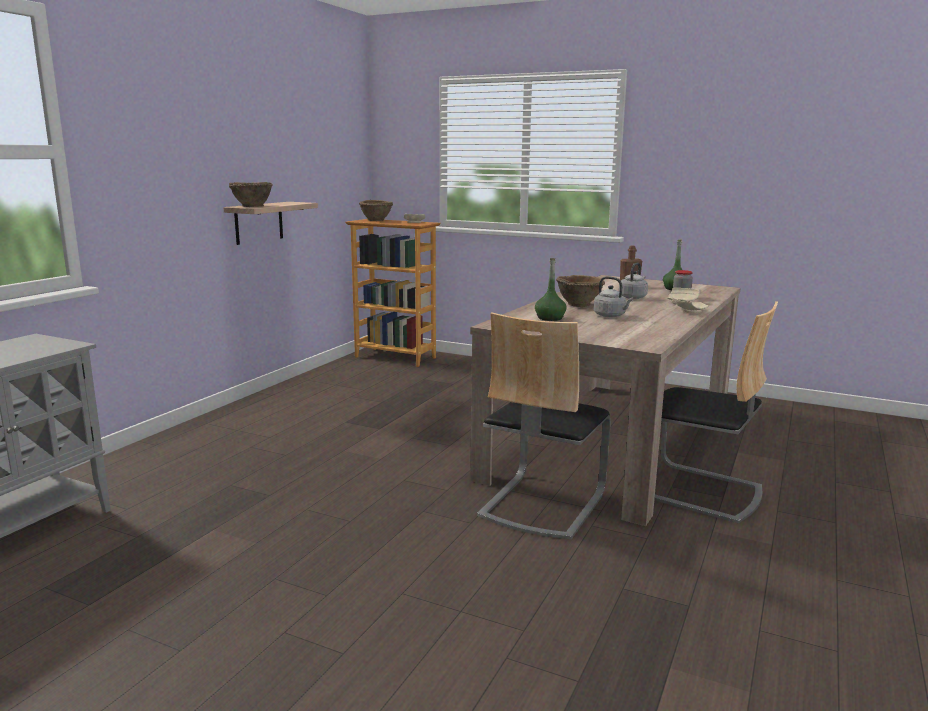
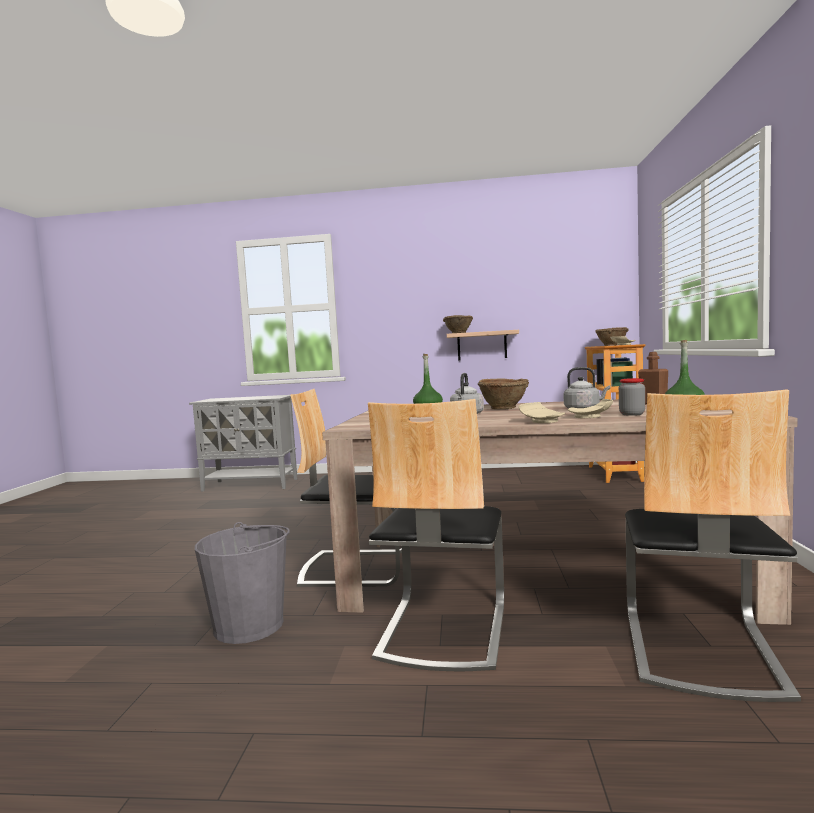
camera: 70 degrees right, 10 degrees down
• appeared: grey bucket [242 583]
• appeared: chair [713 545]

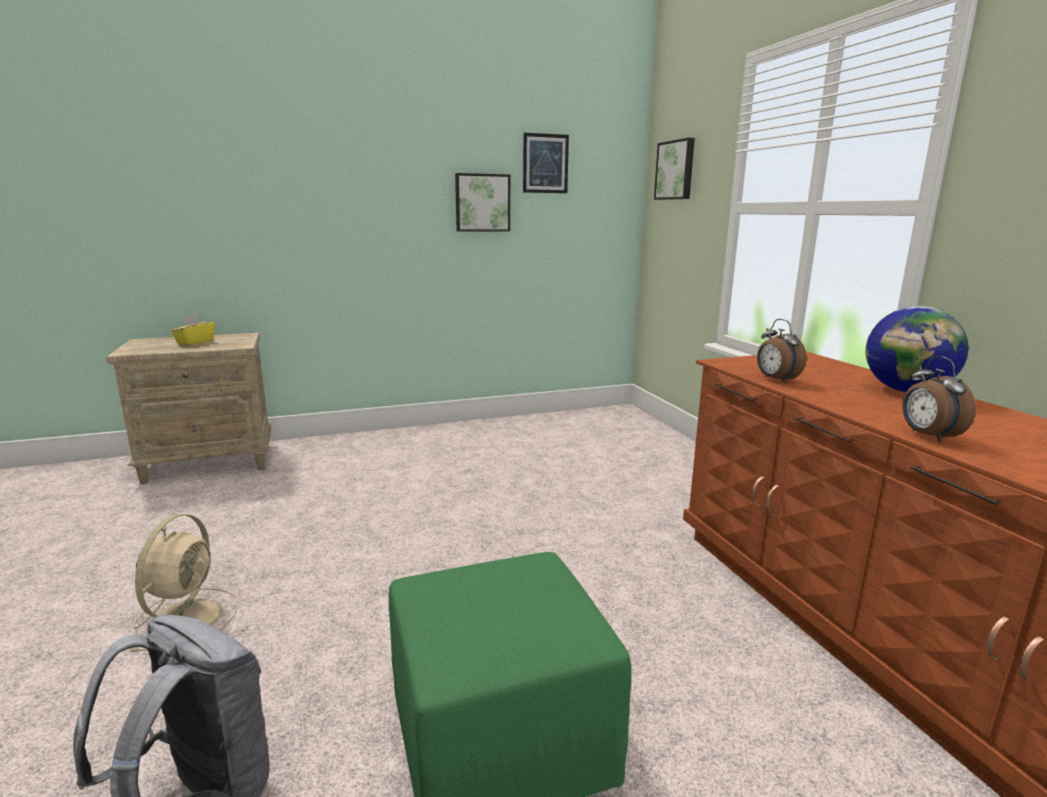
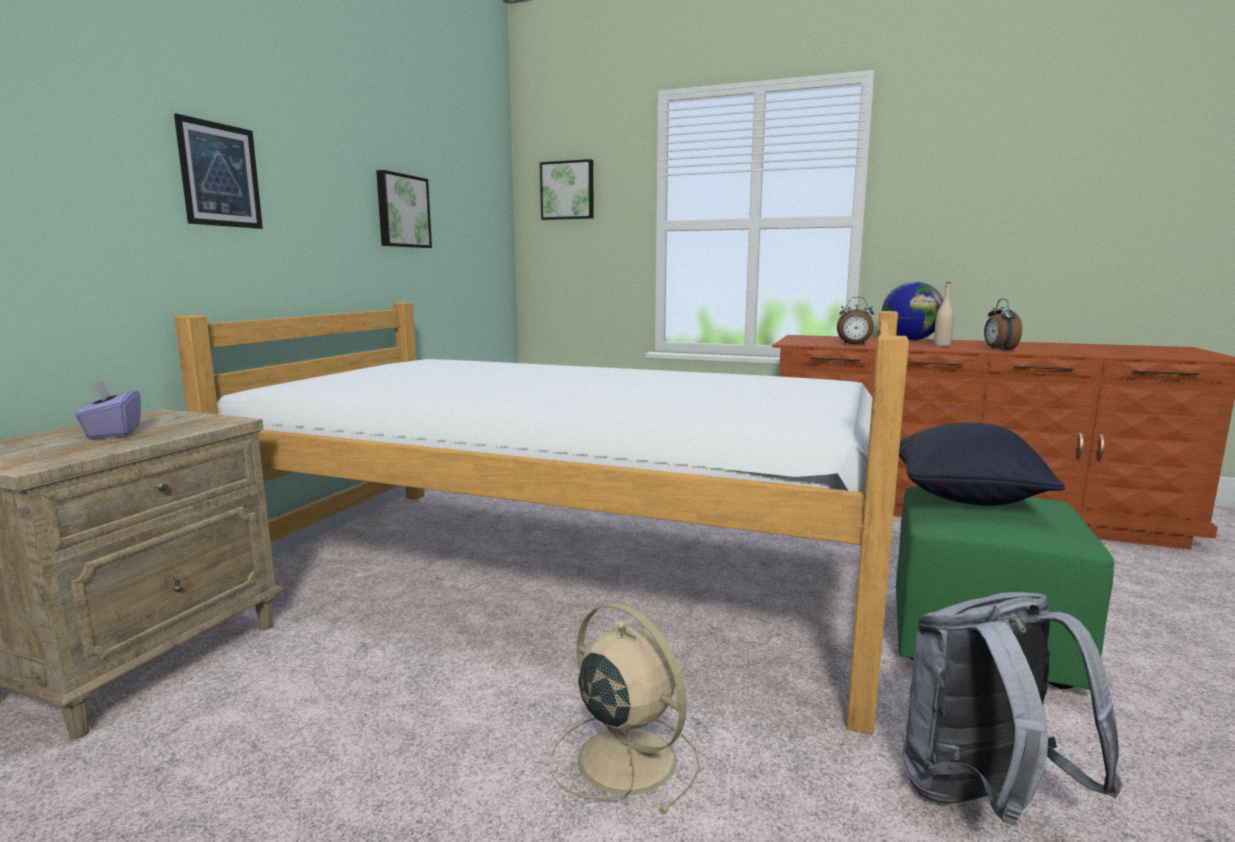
camera: 50 degrees left, 5 degrees down
• colour: yellow tissue box [193 330] to purple tissue box [108 409]
• relocated: picture [546 163] to [218 171]
• spun: alarm clock [939 399] = [1003 325] 60 degrees clockwise
• appeared: bed [542 518]
• appeared: black pillow [982 464]
• appeared: beige bottle [944 314]

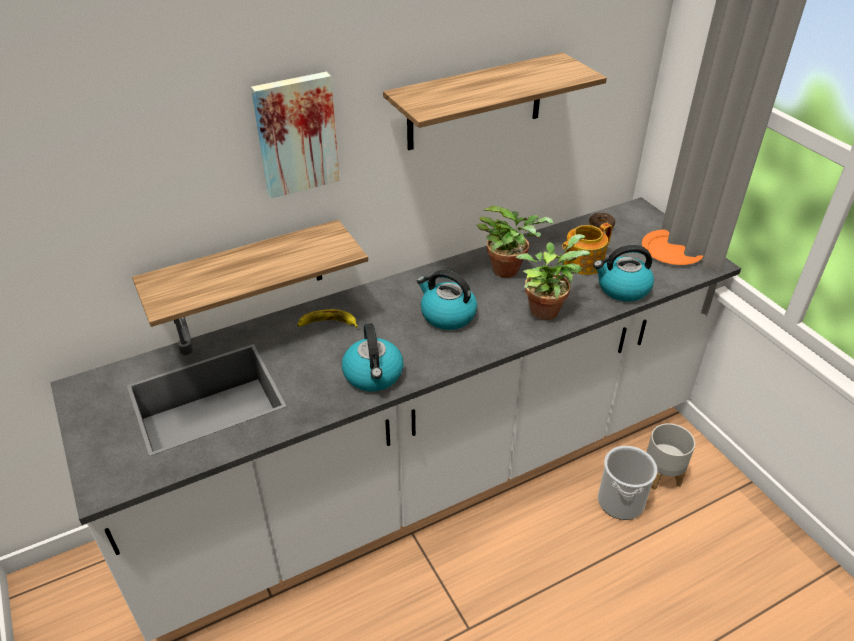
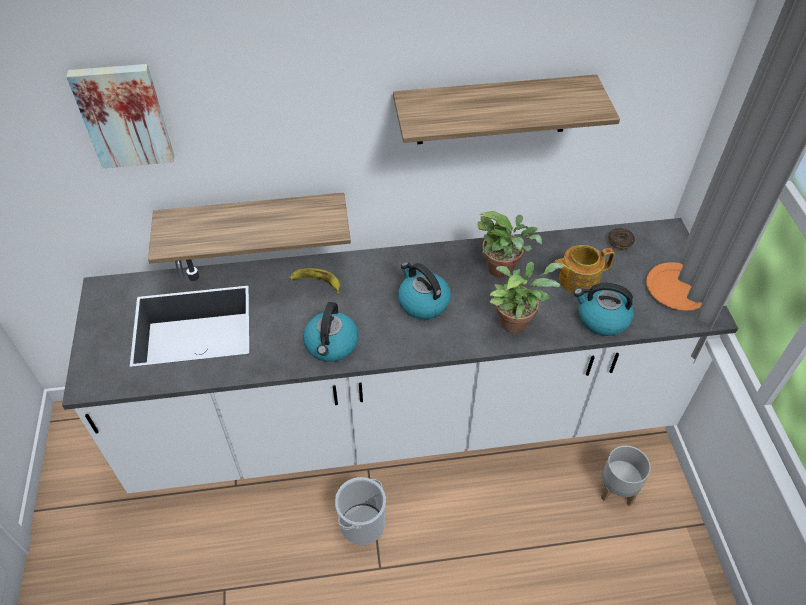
camera: 20 degrees right, 10 degrees up
• relocated: picture [295 135] to [120 116]
• relocated: bucket [627 483] to [360 511]

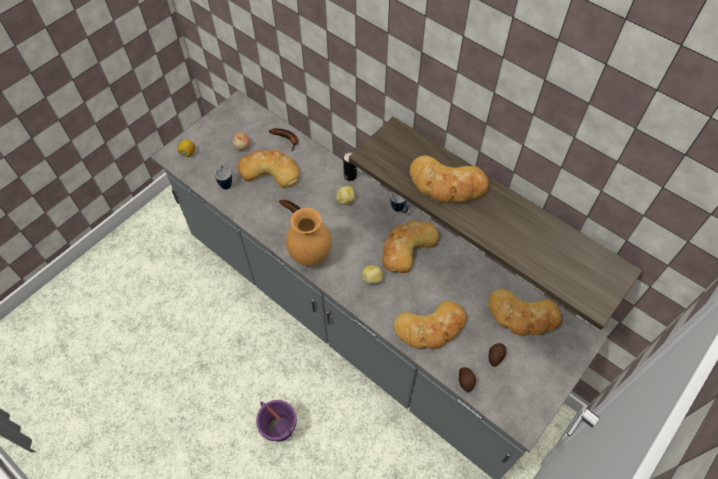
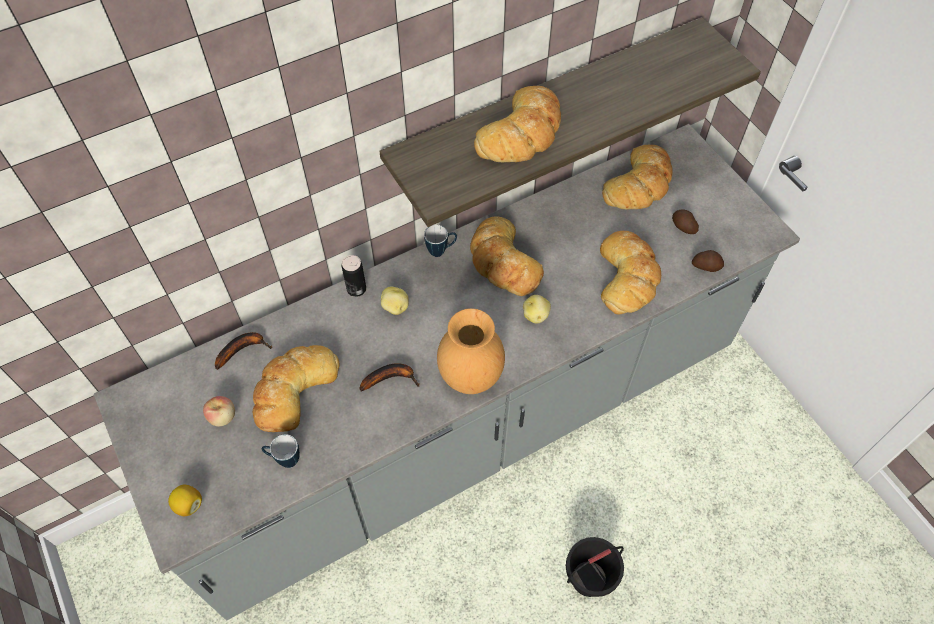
camera: 70 degrees left, 0 degrees up
• colour: purple bucket [276 421] to black bucket [595 567]

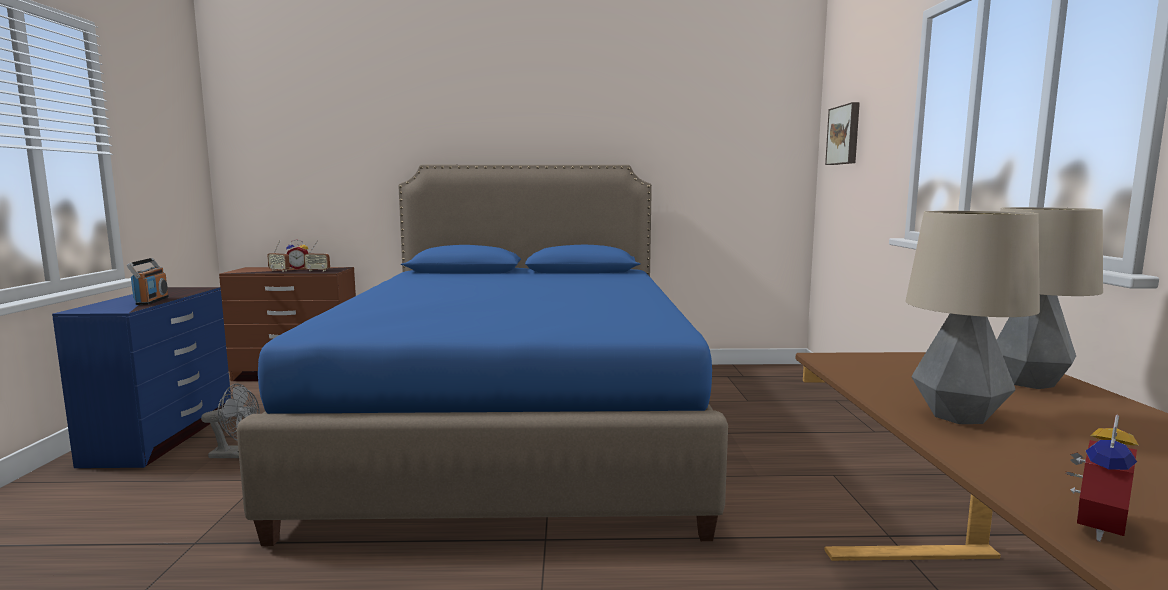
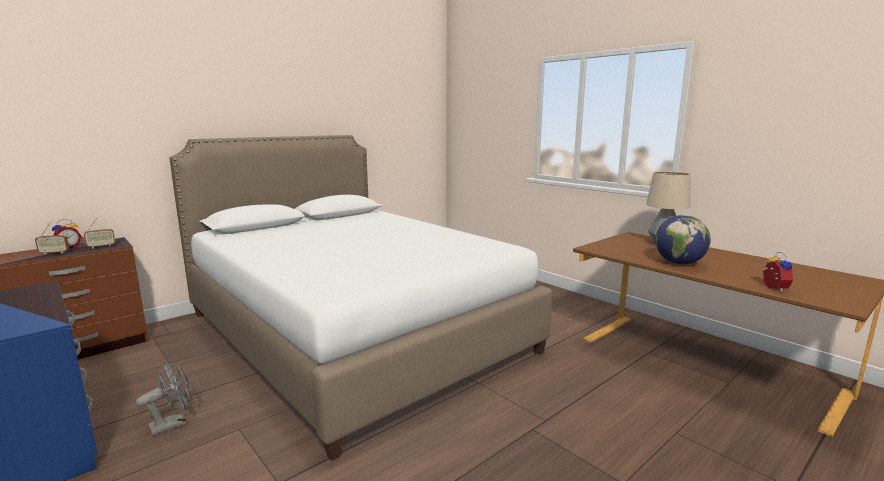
camera: 40 degrees left, 5 degrees up
• missing: radio [148 281]
• colour: blue bed [482 355] to white bed [361 298]
• missing: picture [842 133]
• exchanged: table lamp [972 317] to globe [683 240]

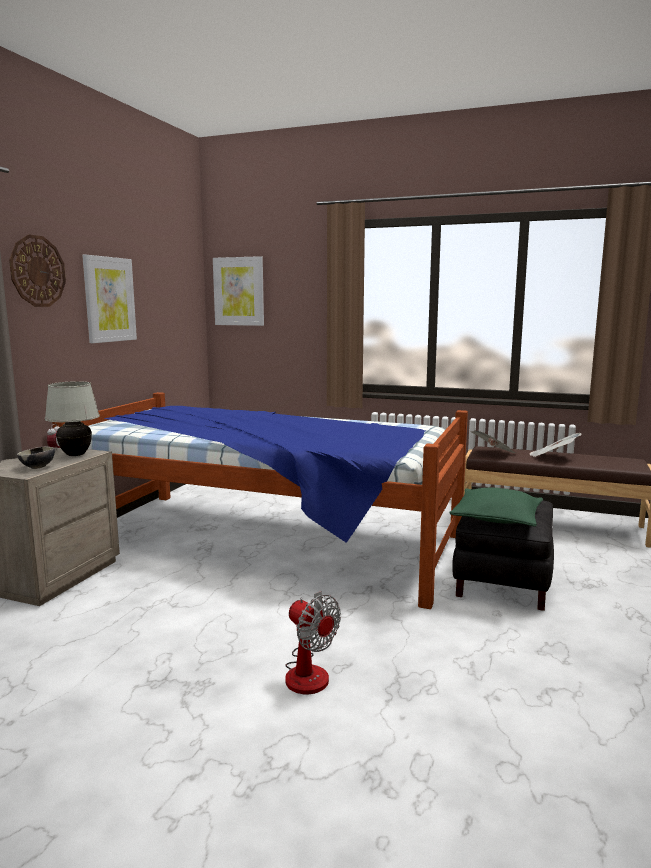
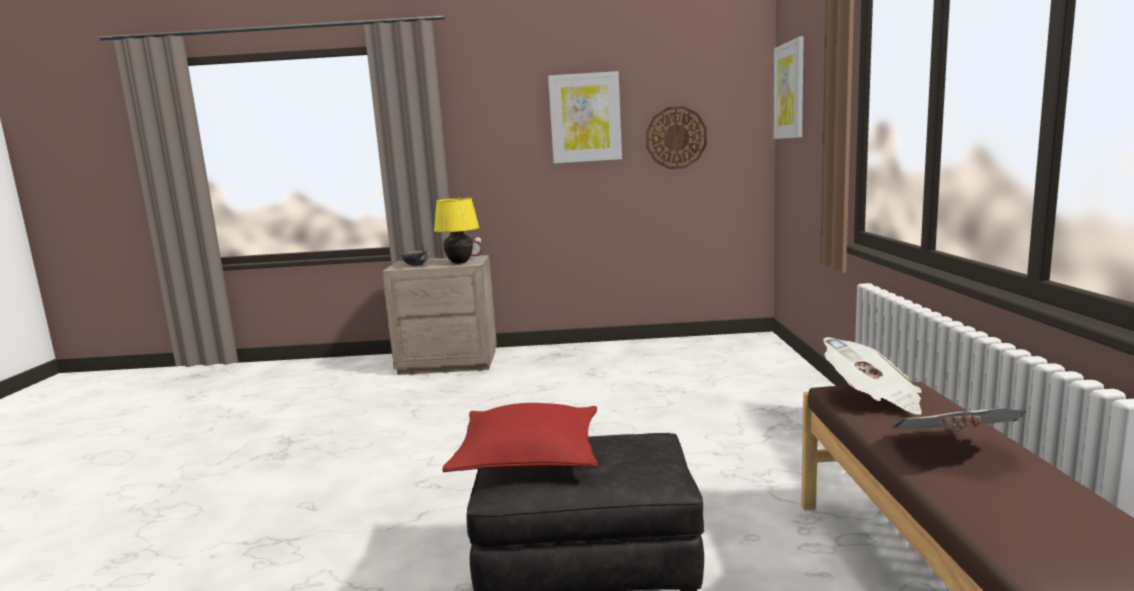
camera: 70 degrees right, 0 degrees up
• relocated: wall clock [37 270] to [676 137]
• colour: white table lamp [72 418] to yellow table lamp [457 231]
• missing: bed [260 500]
• missing: fan [313 642]
• colour: green pillow [496 507] to red pillow [520 437]

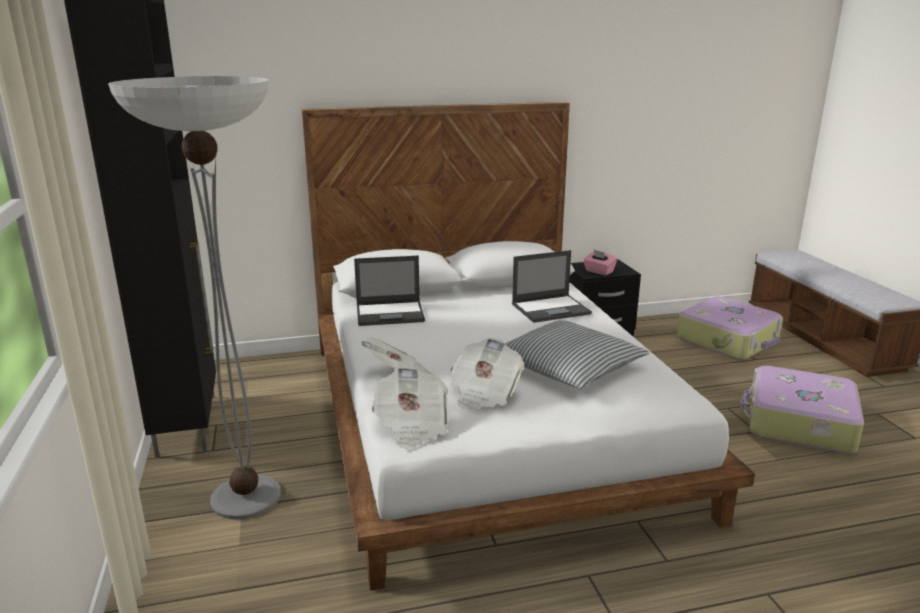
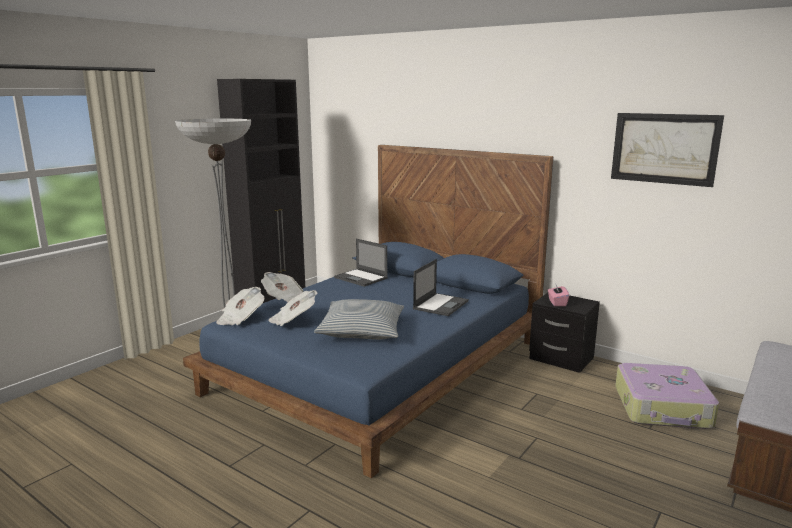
camera: 50 degrees right, 5 degrees down
• colour: white bed [528 346] to blue bed [368 311]
• spun: laptop [552 286] = [441 287] 90 degrees counterclockwise
• missing: suitcase [802 410]
• appeared: picture [667 150]

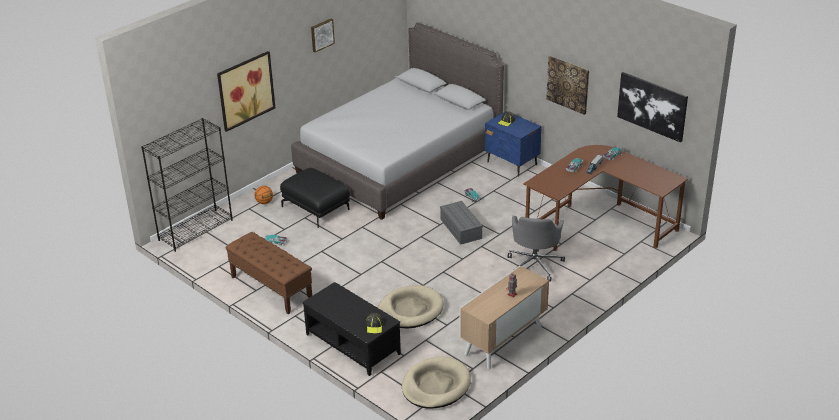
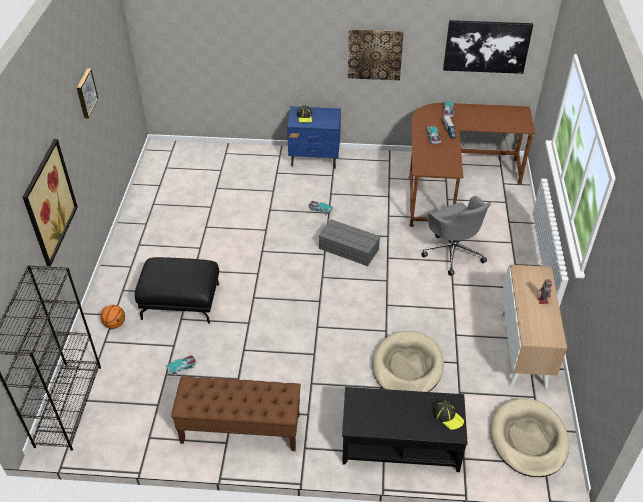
camera: 40 degrees left, 10 degrees up
• missing: grey bed [397 121]

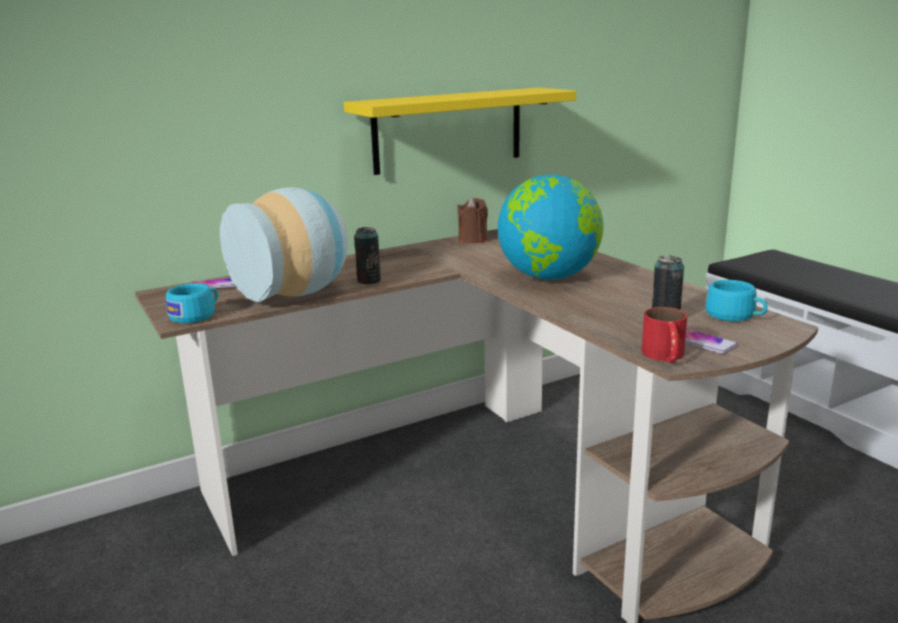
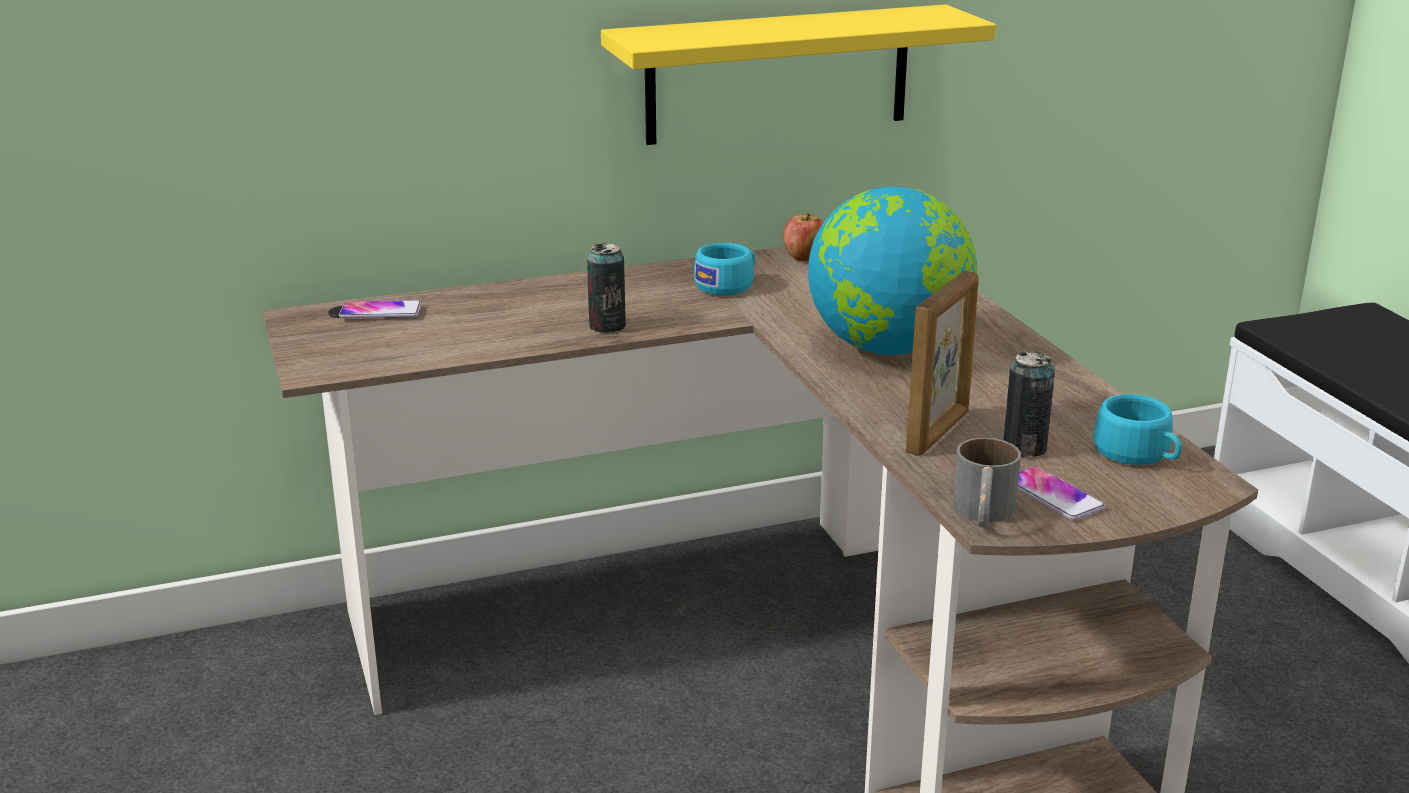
camera: 10 degrees right, 5 degrees up
• relocated: turquoise cup [192 303] to [724 269]
• missing: vase [284 244]
• exchanged: brown candle [472 221] to apple [803 237]
• colour: red mug [665 335] to grey mug [987 482]
• appeared: picture frame [942 363]

